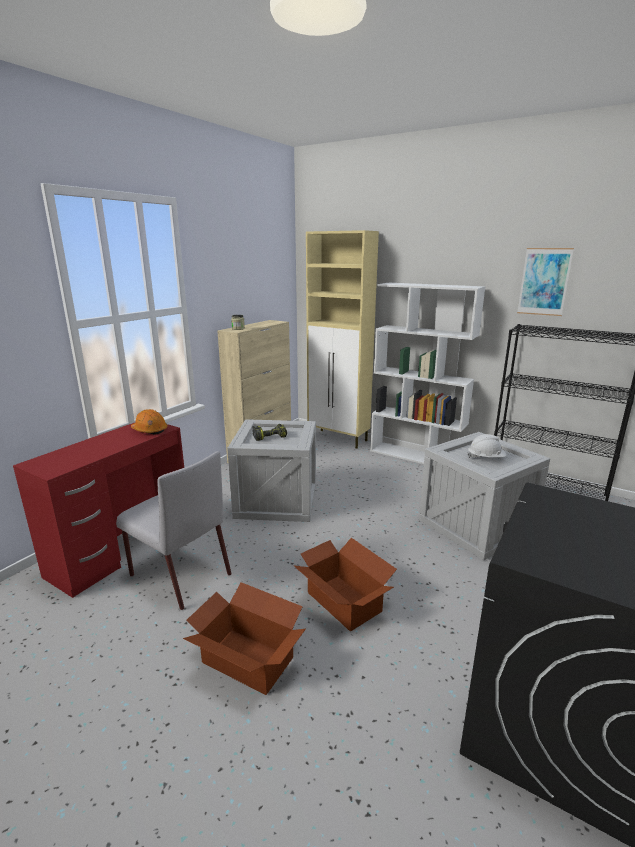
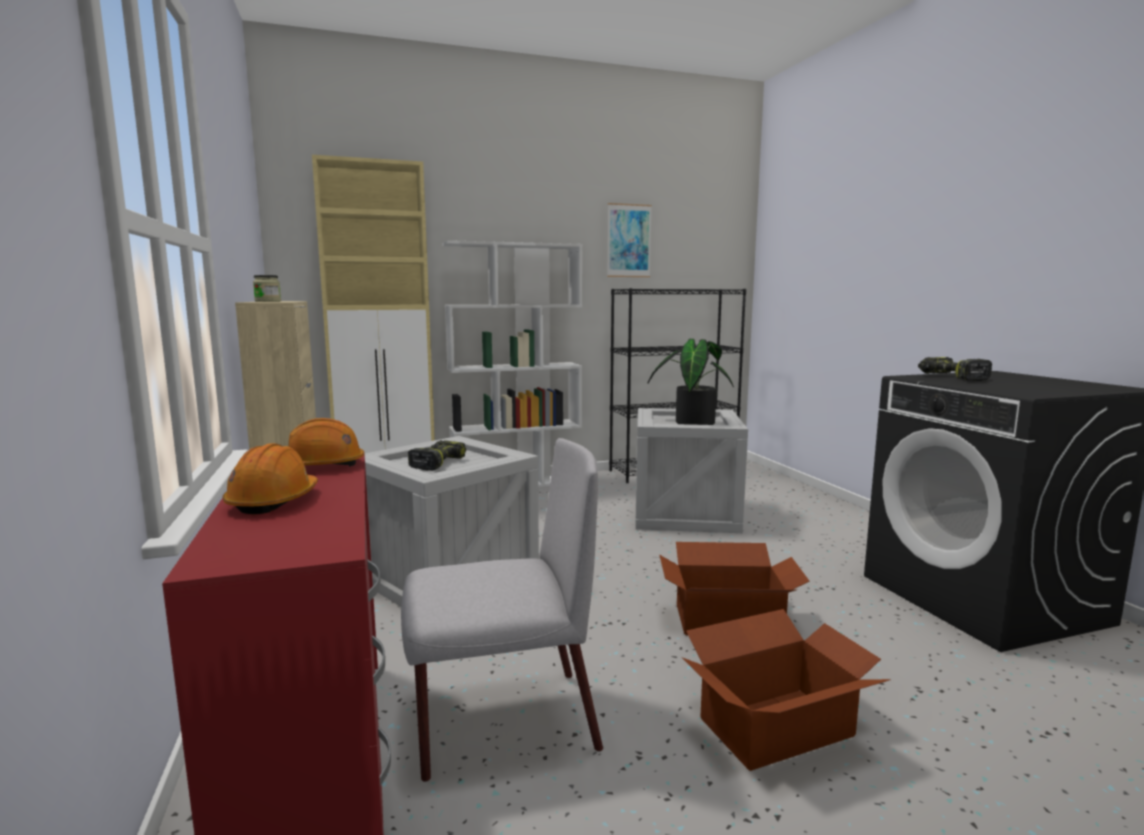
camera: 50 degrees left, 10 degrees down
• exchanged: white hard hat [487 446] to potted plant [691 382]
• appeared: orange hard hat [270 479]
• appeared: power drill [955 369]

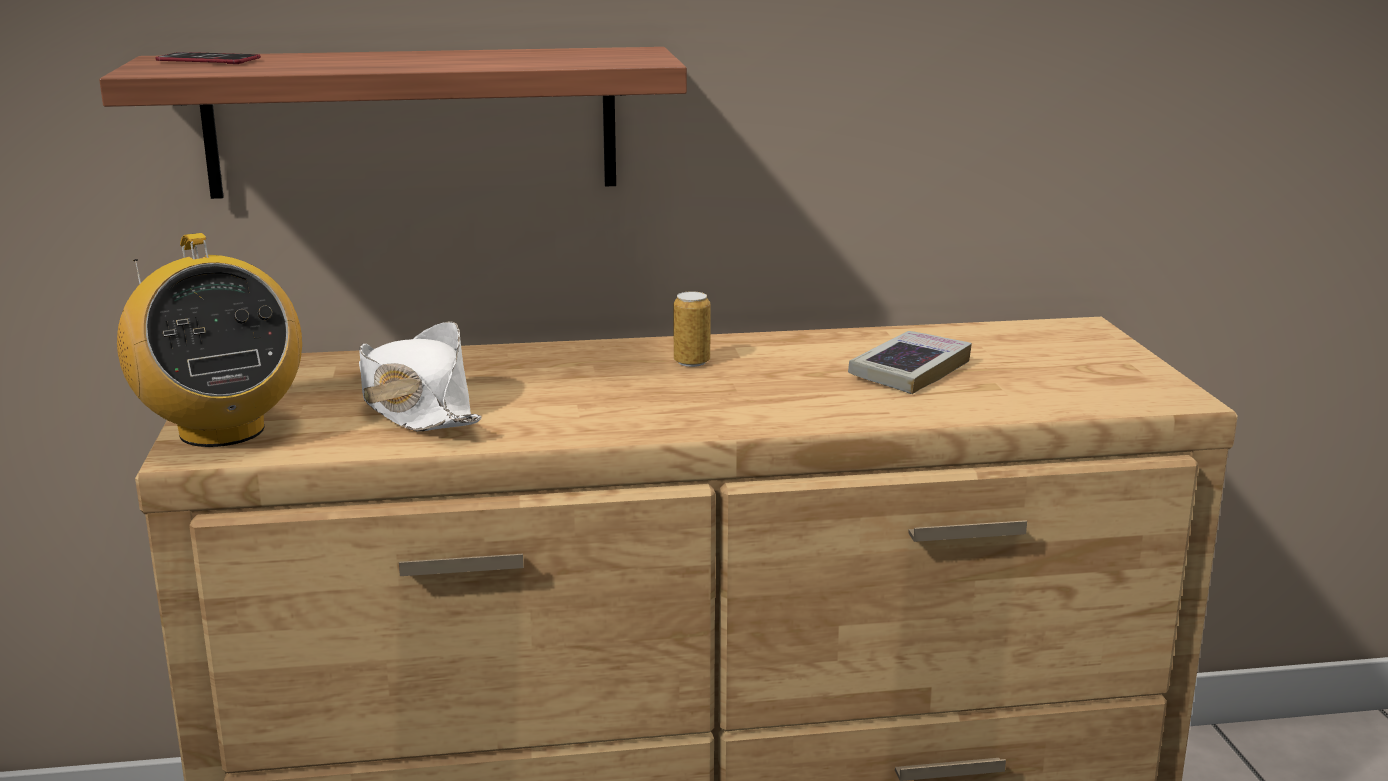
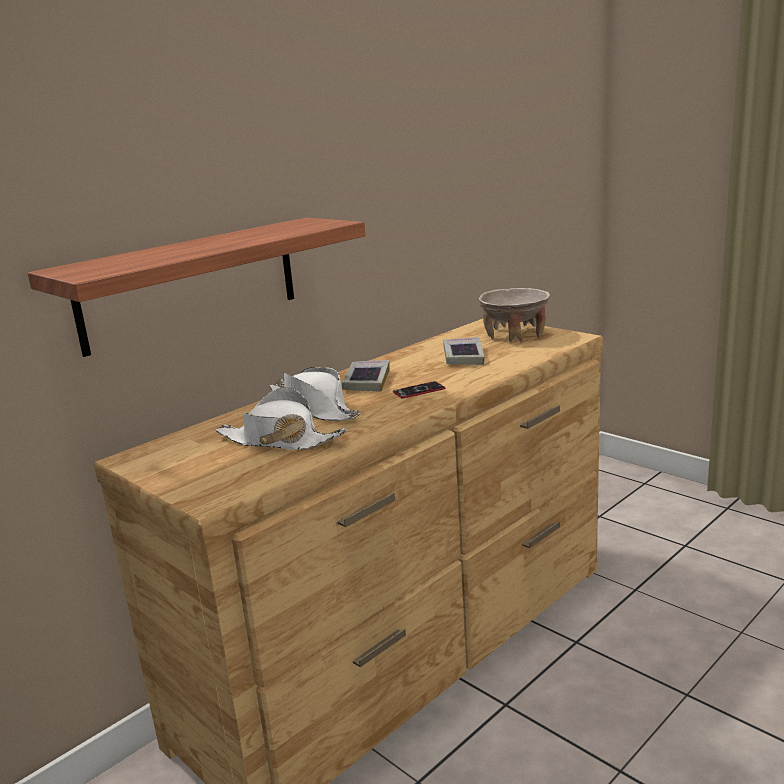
camera: 35 degrees left, 0 degrees up
• missing: radio [209 340]
• relocated: phone [208 58] to [419 389]
• exchanged: can [692 329] to book [366 376]
• appeared: white hat [315 394]
• appeared: beige bowl [514 315]

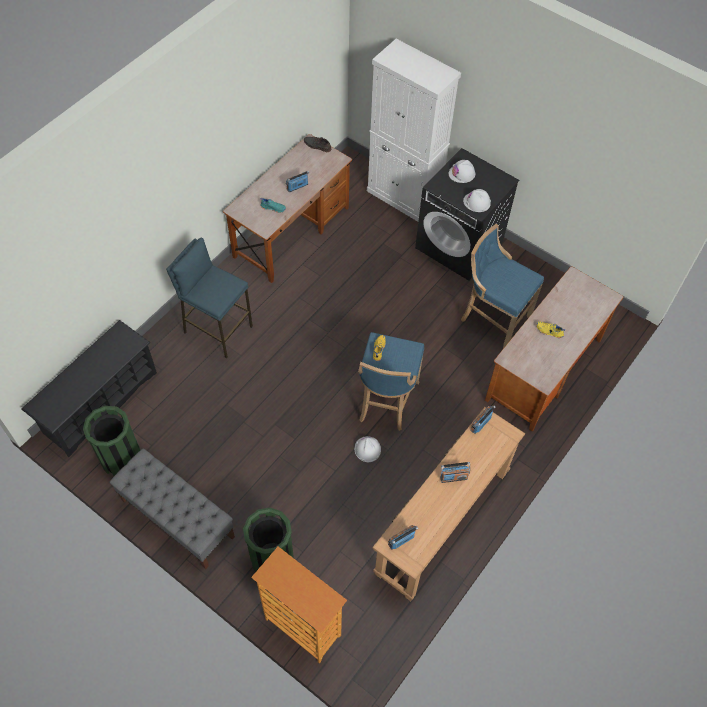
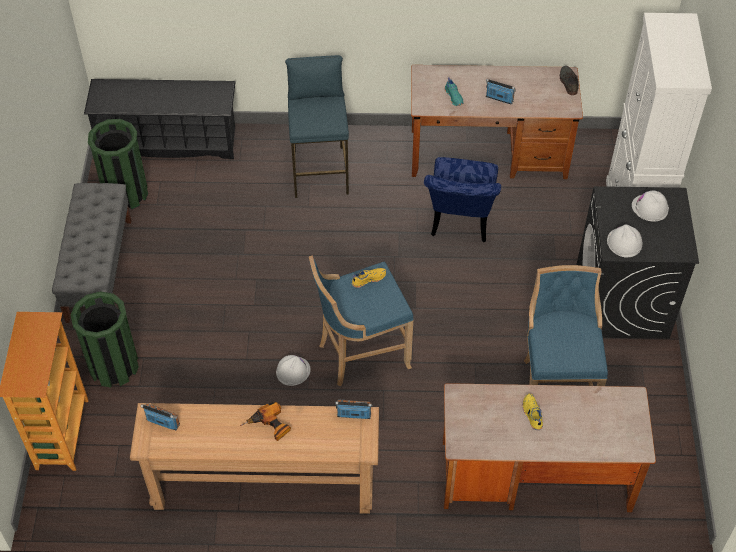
camera: 55 degrees right, 5 degrees down
• exchanged: radio [455 472] to power drill [265 421]
• appeared: blue chair [462 200]

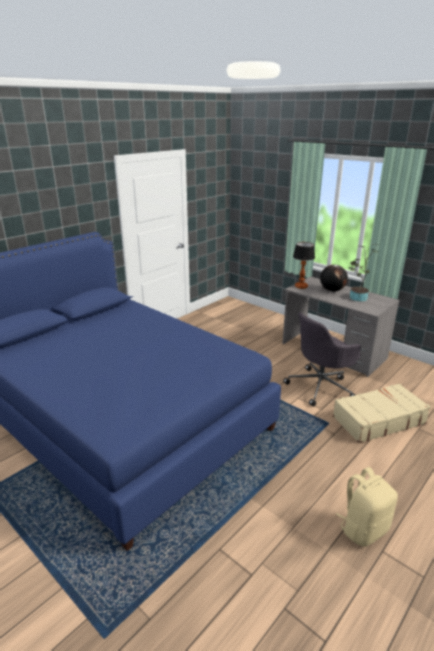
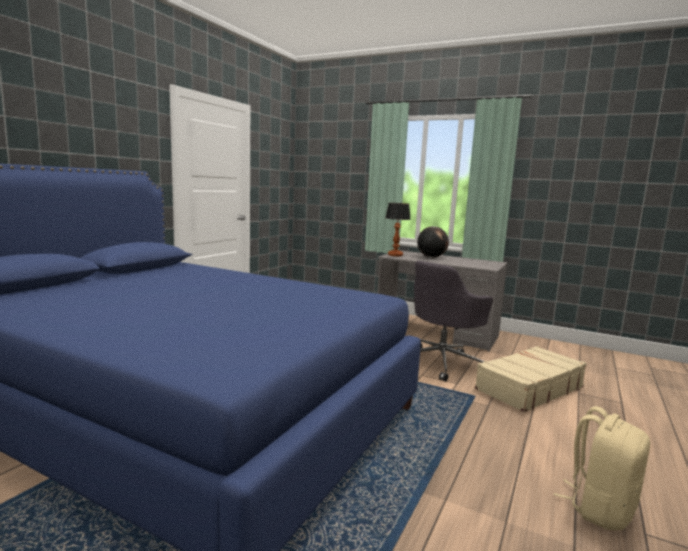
camera: 15 degrees left, 15 degrees down
• missing: potted plant [363 273]

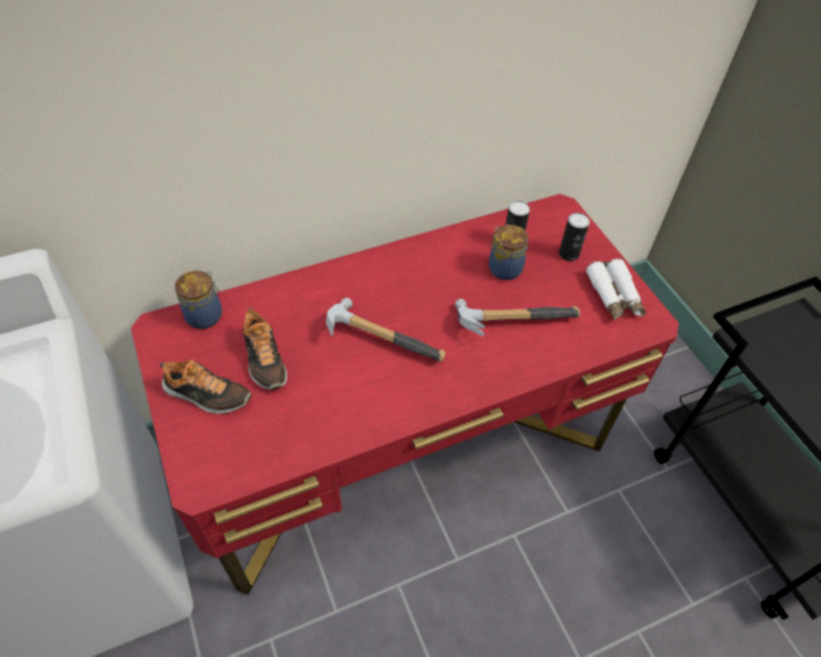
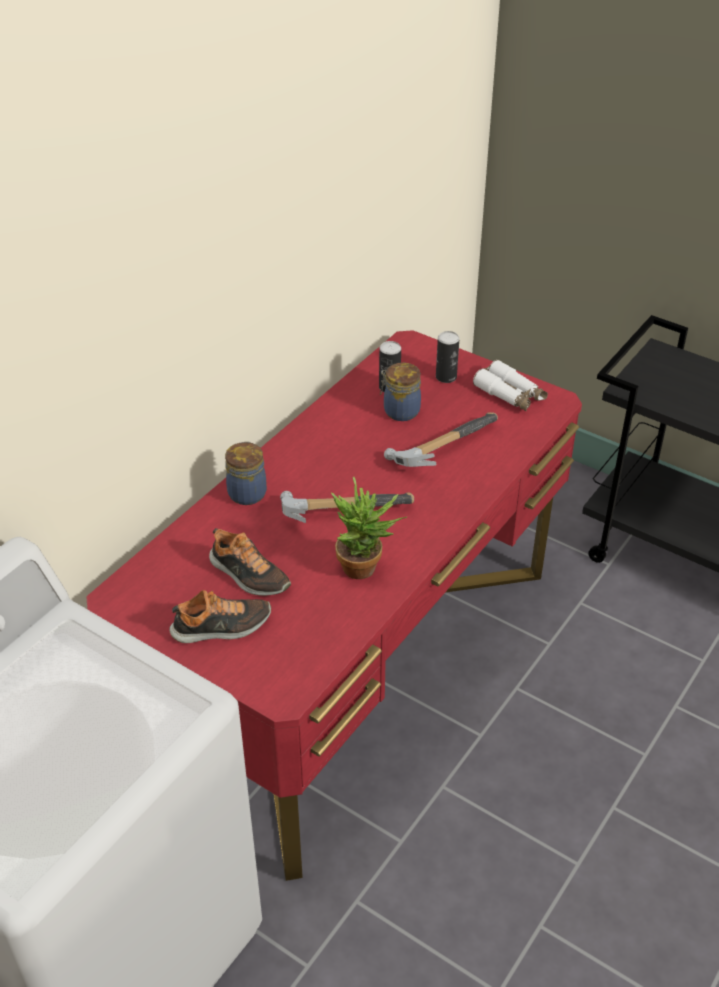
camera: 30 degrees left, 10 degrees down
• relocated: jar [198 300] to [246 473]
• appeared: potted plant [369 528]

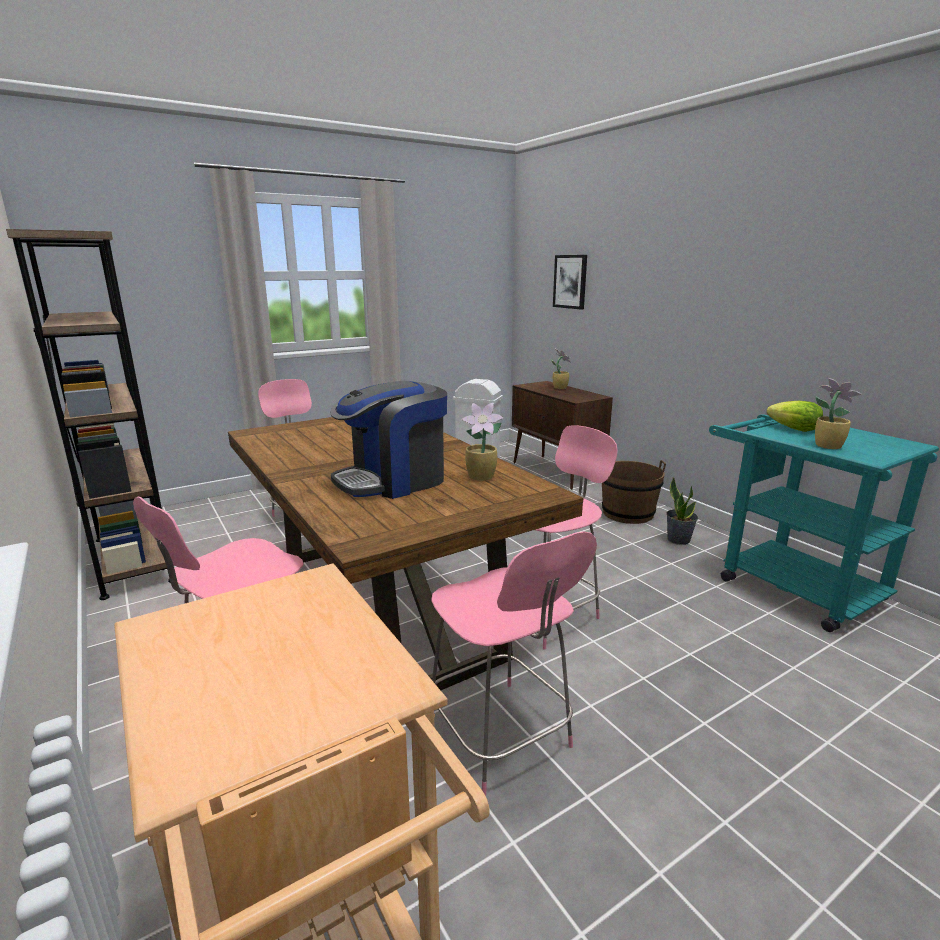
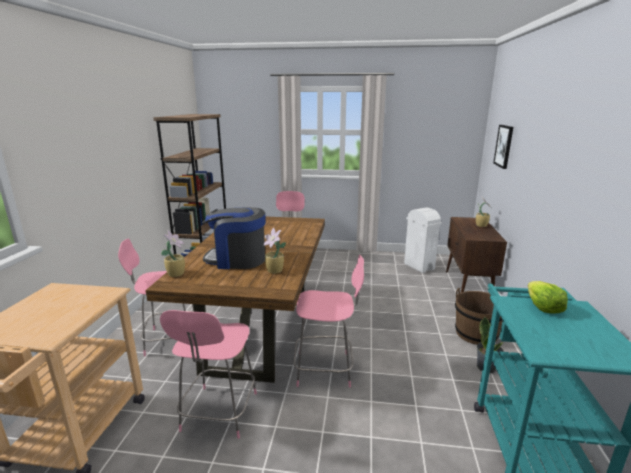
camera: 40 degrees right, 0 degrees up
• relocated: potted plant [838 413] to [173 253]

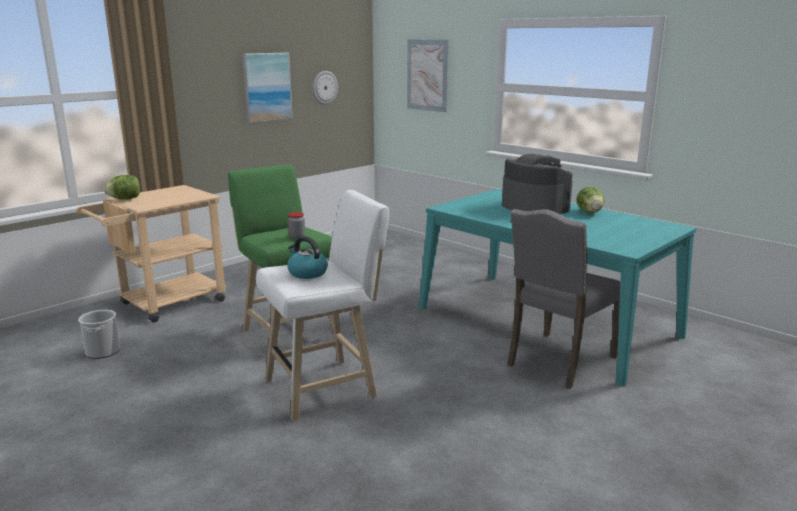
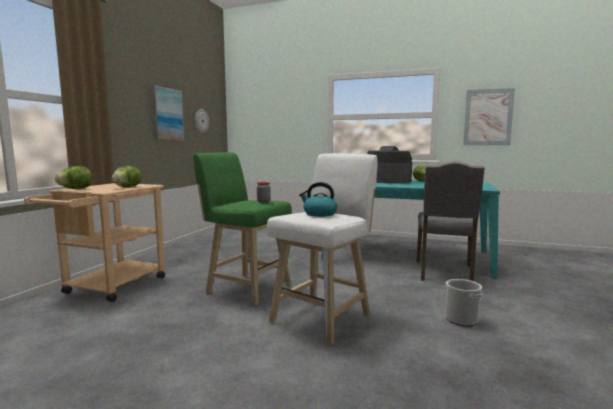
camera: 25 degrees left, 10 degrees down
• relocated: bucket [99 334] to [464 303]
• relocated: picture [428 76] to [489 116]
• appeared: lettuce [127 177]

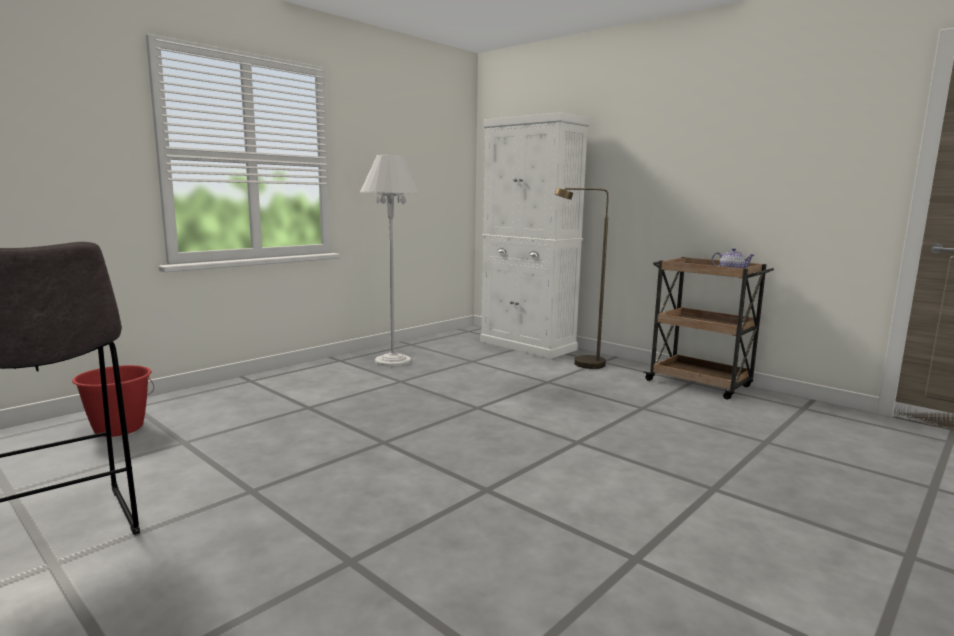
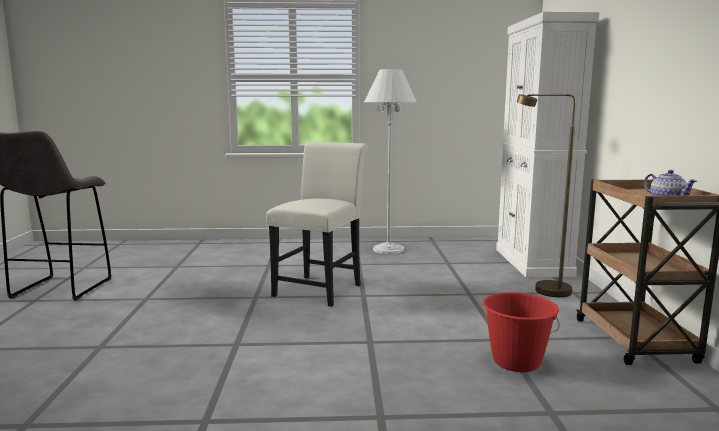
camera: 45 degrees right, 0 degrees up
• relocated: red bucket [113 401] to [521 332]
• appeared: white chair [317 224]

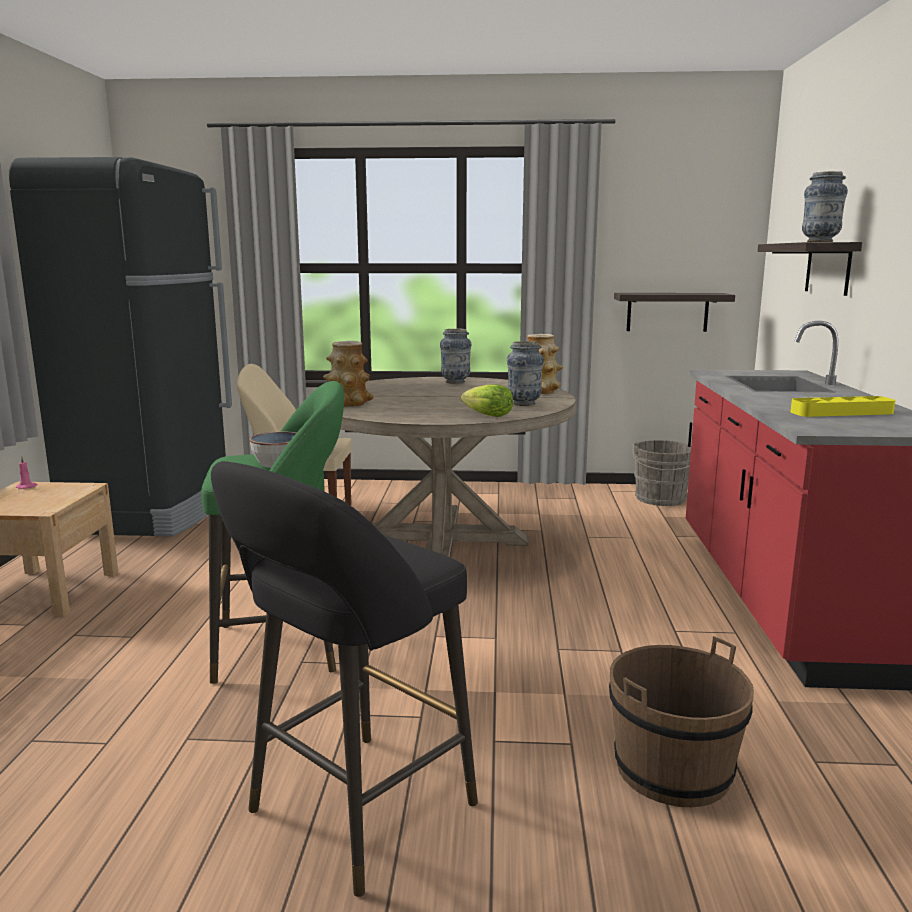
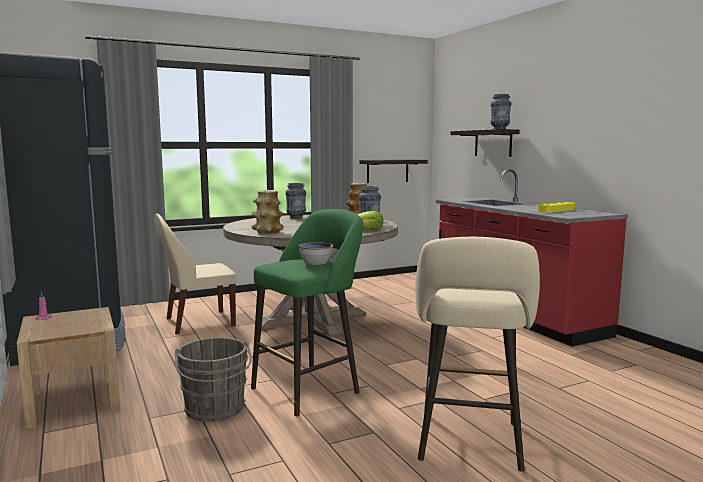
camera: 30 degrees left, 5 degrees down
• colour: black stool [344 679] to beige stool [477 354]
• missing: brown bucket [681 721]
• relocated: grey bucket [662 473] to [213 379]

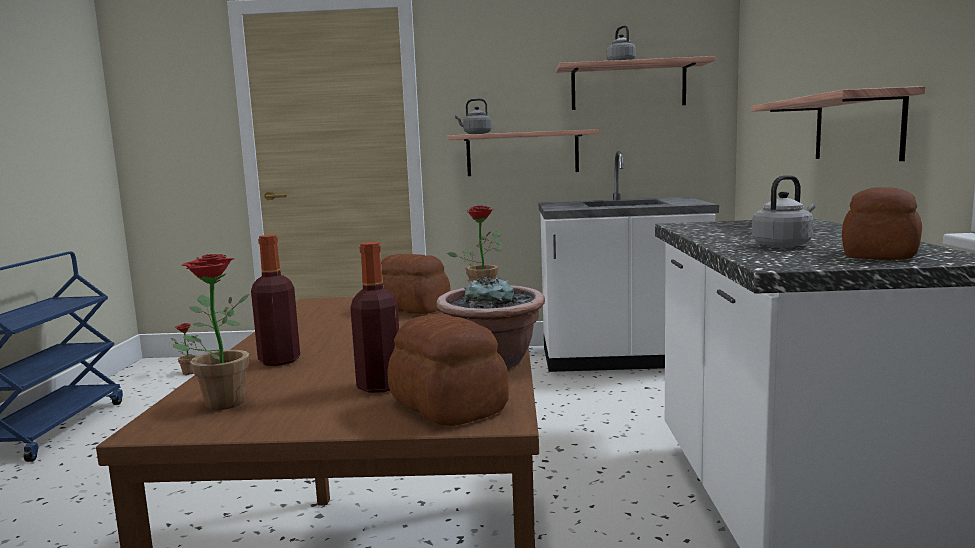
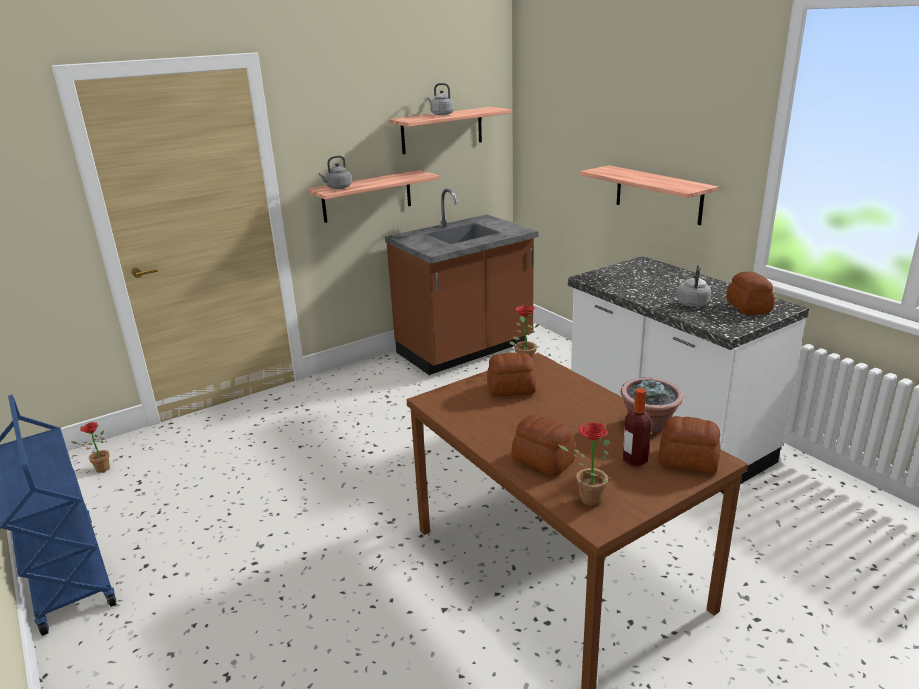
camera: 35 degrees left, 15 degrees up
• exchanged: bottle [275 300] to bread [544 445]
• colour: white counter [629 261] to brown counter [461 282]

